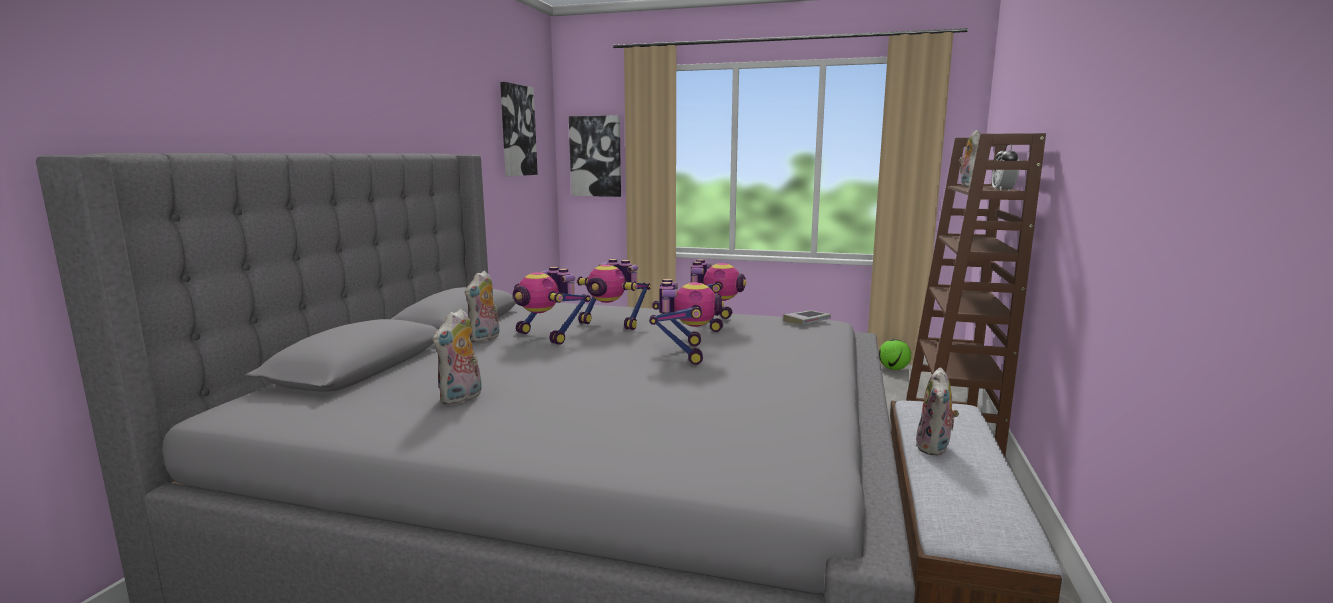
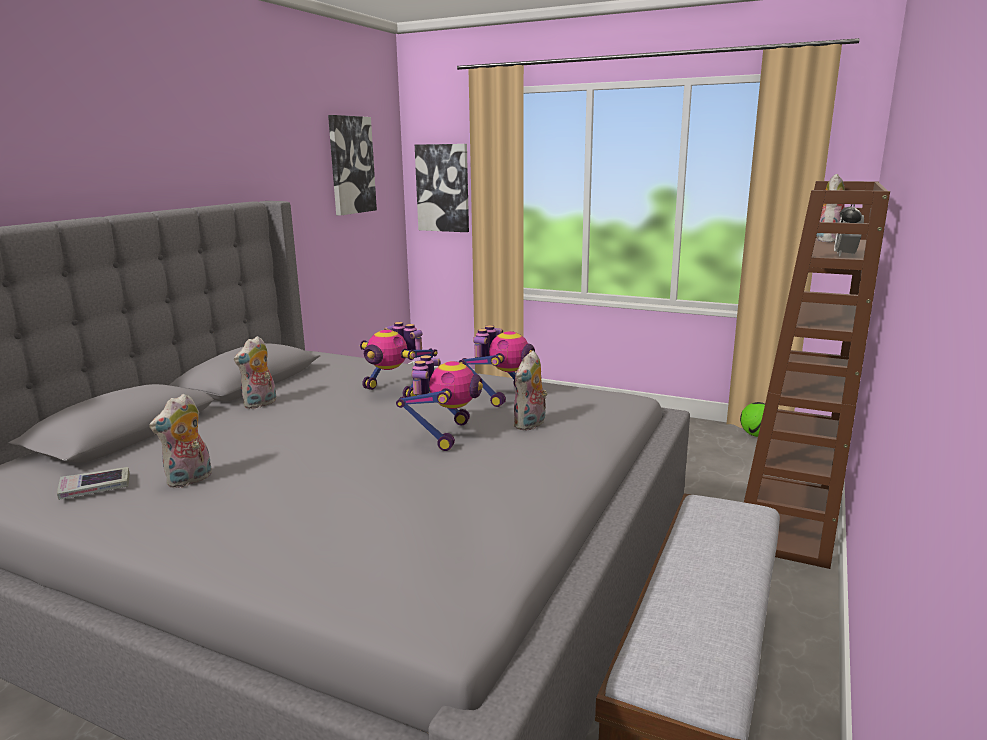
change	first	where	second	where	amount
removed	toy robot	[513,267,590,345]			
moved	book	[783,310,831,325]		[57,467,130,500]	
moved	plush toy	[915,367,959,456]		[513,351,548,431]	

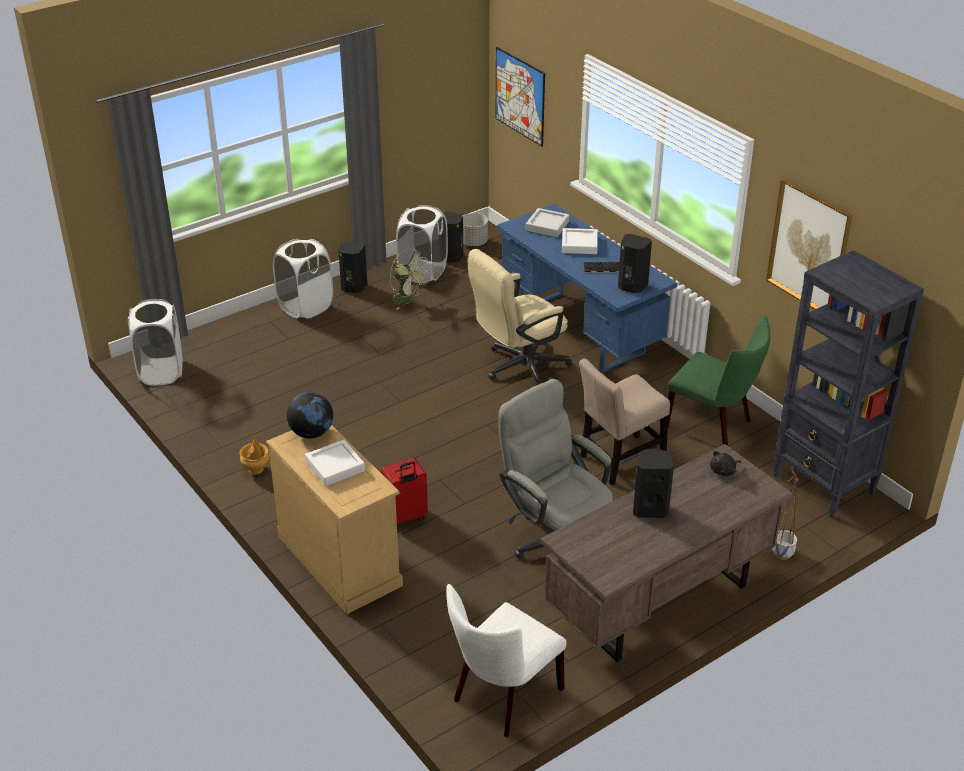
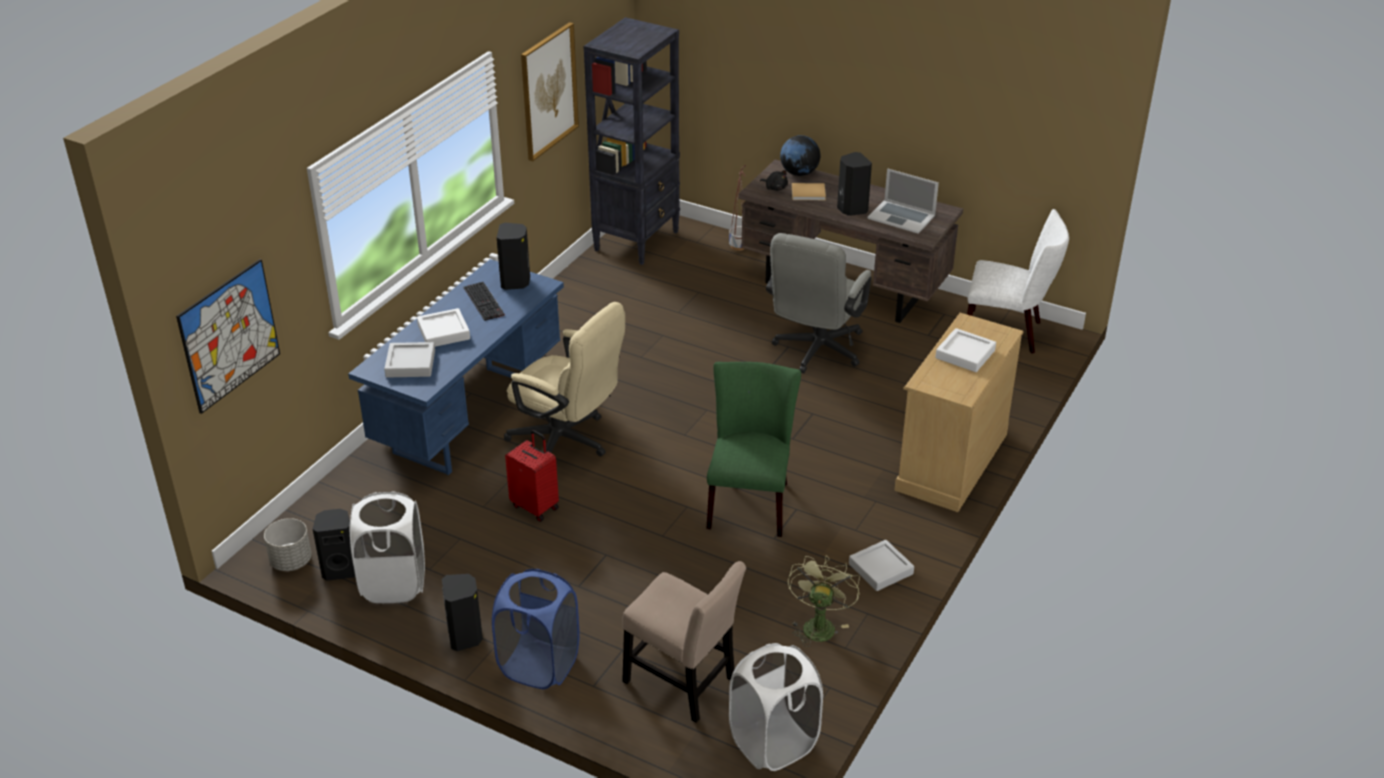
change	first	where	second	where	amount
added			beige book	[792,183,826,200]	
added			laptop	[867,168,939,234]	
moved	globe	[287,392,333,438]		[780,135,820,176]	
moved	red suitcase	[381,458,428,527]		[505,430,559,522]	
moved	green fan	[390,249,429,310]		[788,556,860,647]	
moved	beige chair	[579,358,670,485]		[622,561,746,723]	
moved	green chair	[668,316,770,446]		[706,362,801,537]	
replaced	brown vase	[240,435,269,474]	grey tray	[849,540,914,591]	
recoloured	white laundry basket	[273,239,333,319]	blue laundry basket	[492,569,580,689]	

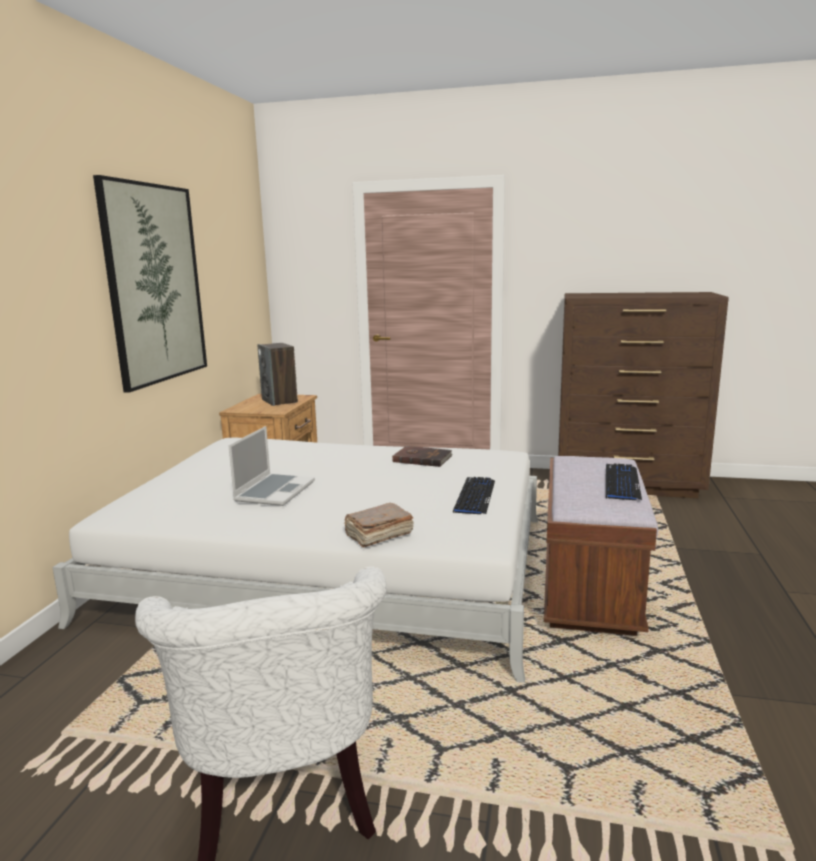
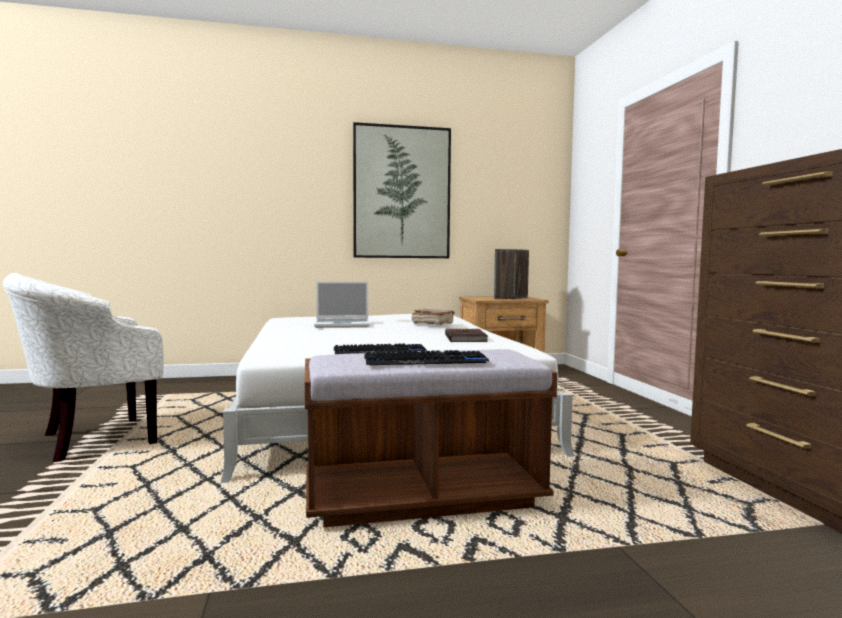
change	first	where	second	where	amount
moved	brown book	[344,503,414,548]		[412,309,455,325]	

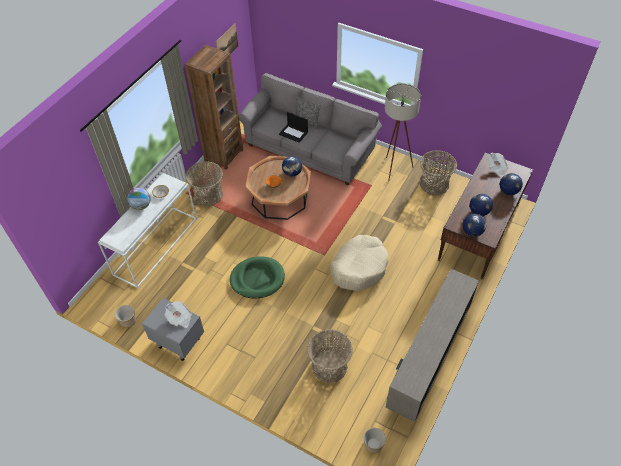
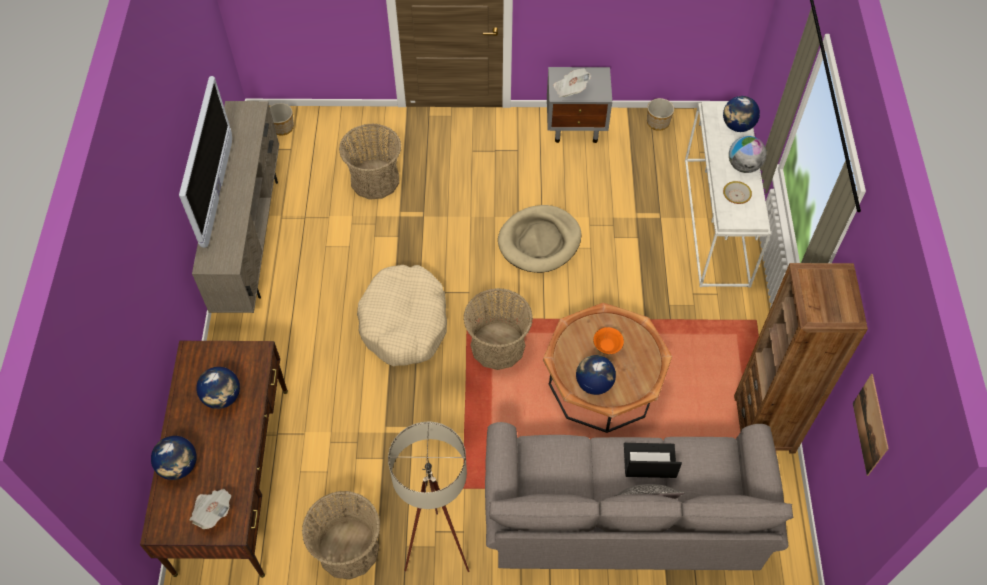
change	first	where	second	where	amount
added			television	[179,76,232,248]	
moved	basket	[186,161,223,207]		[463,288,533,370]	
moved	globe	[462,214,486,237]		[723,96,760,132]	
recoloured	green dog bed	[230,256,285,298]	beige dog bed	[498,205,581,273]	

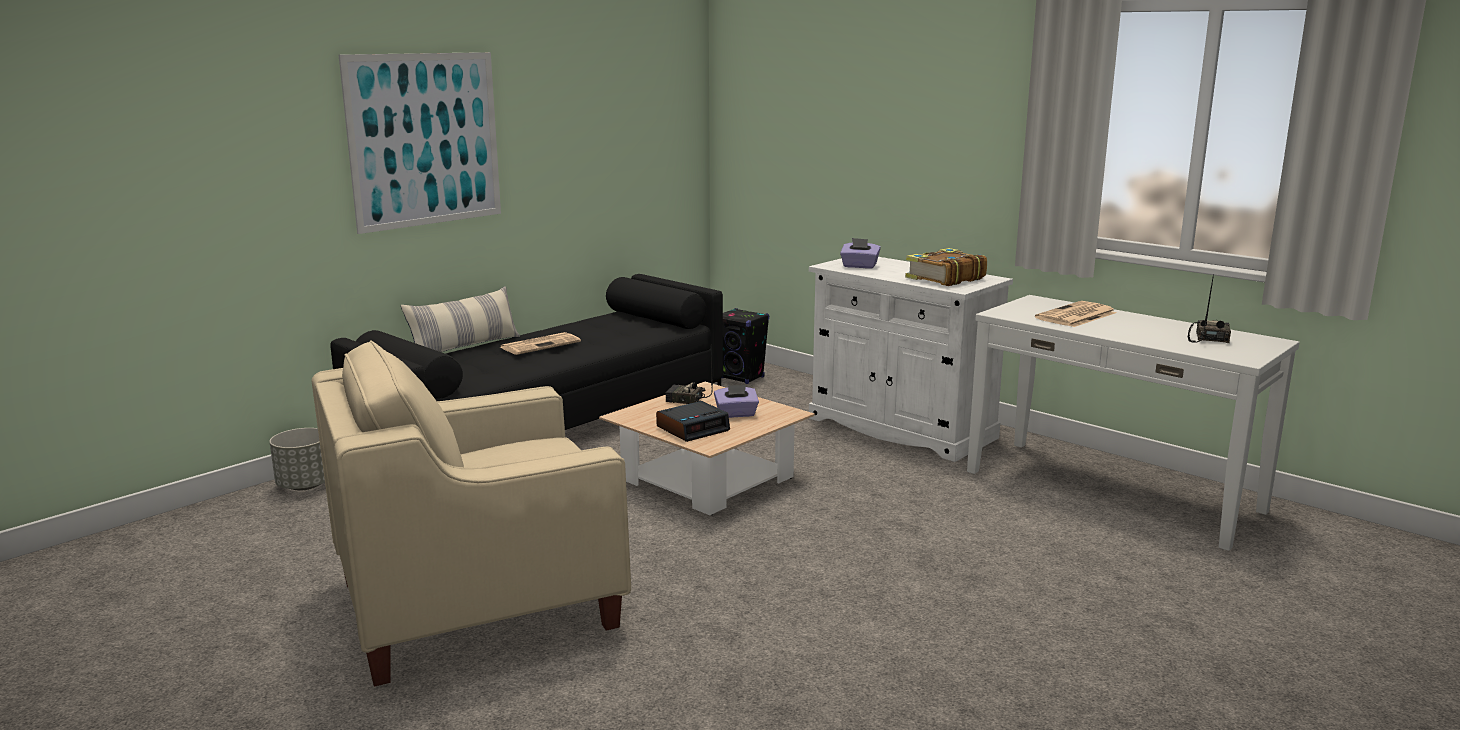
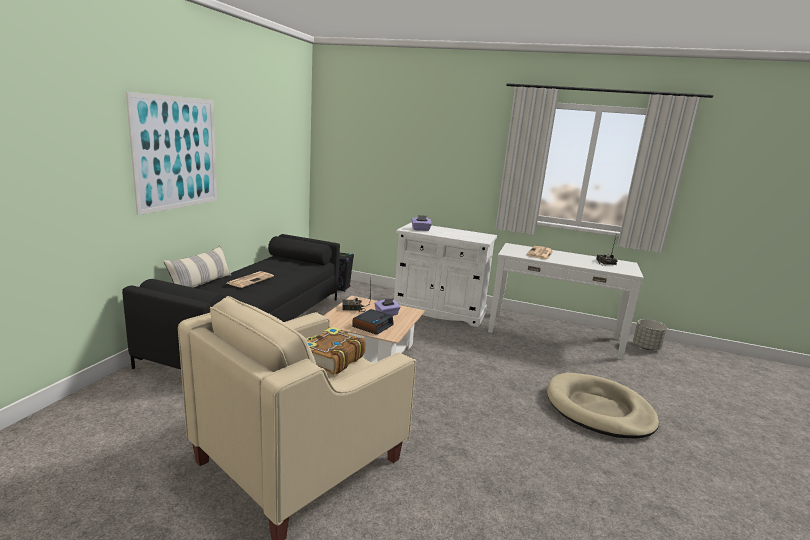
change	first	where	second	where	amount
added			beige dog bed	[547,373,659,439]	
moved	grey planter	[270,428,325,490]		[633,319,667,350]	
moved	book	[905,248,987,286]		[307,327,366,375]	

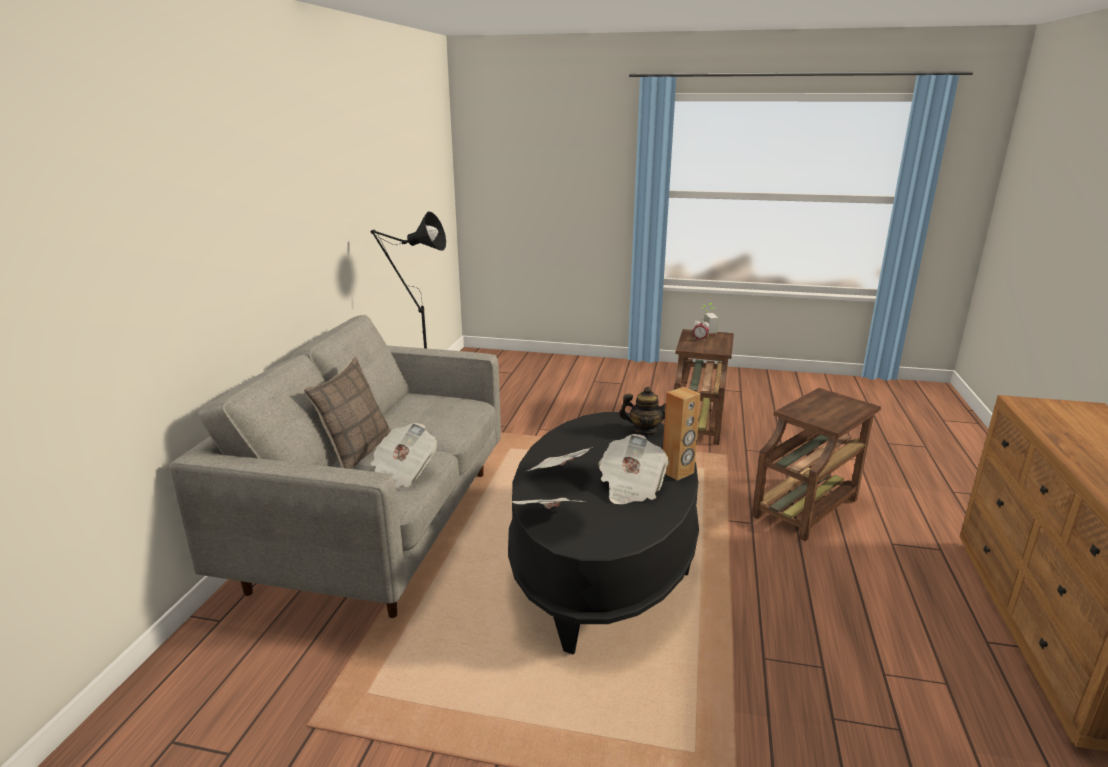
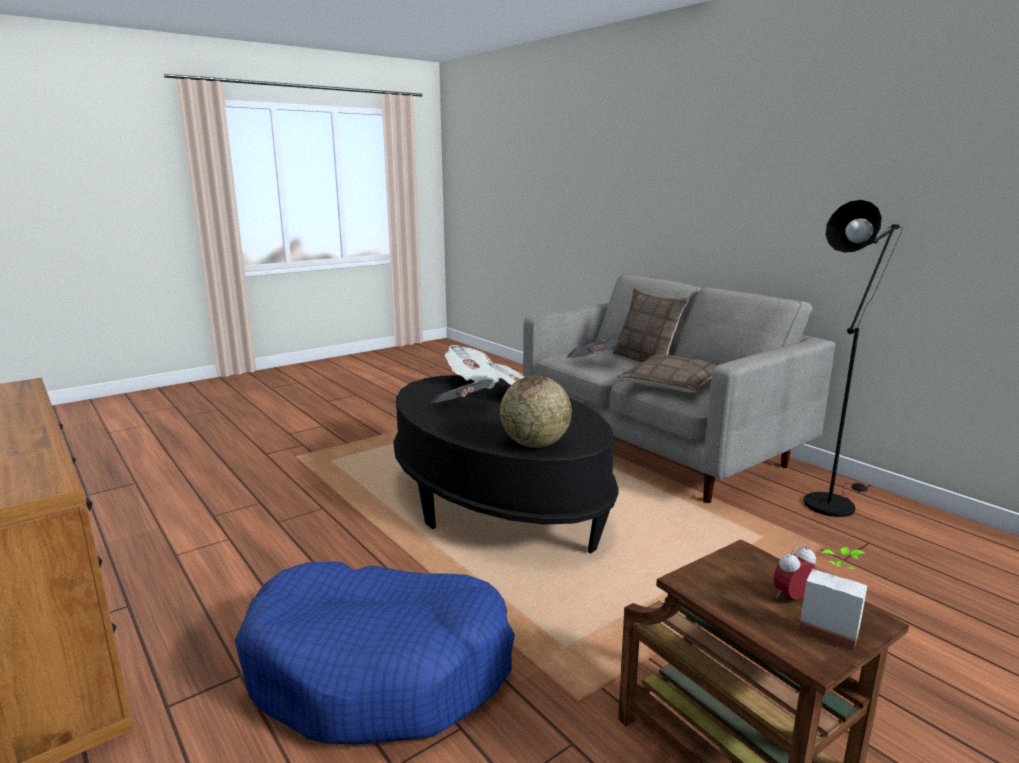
change	first	where	second	where	amount
removed	brown speaker	[663,387,701,481]			
added			pillow	[617,354,717,393]	
replaced	teapot	[619,387,666,435]	globe	[500,376,572,448]	
replaced	brown side table	[752,388,881,541]	blue dog bed	[235,562,515,745]	

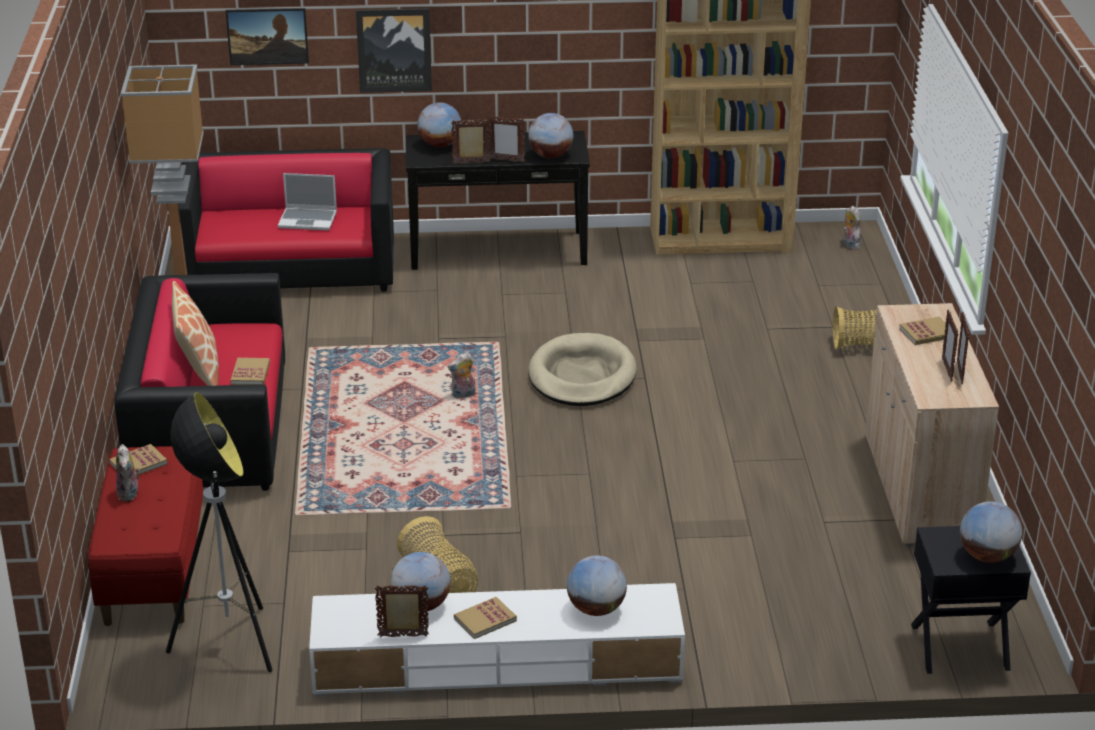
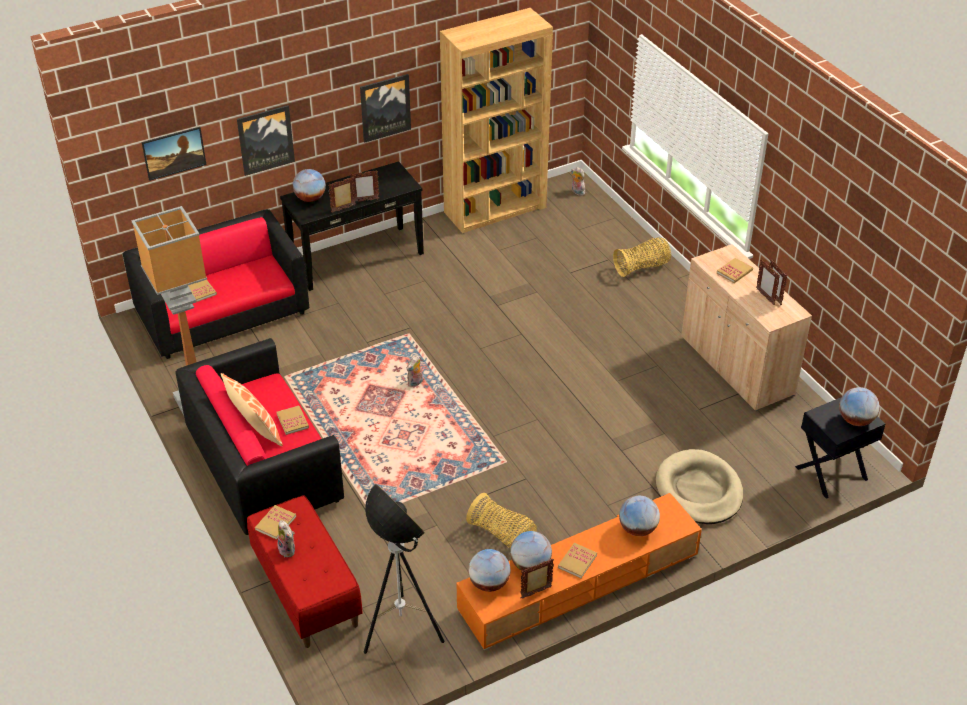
change	first	where	second	where	amount
removed	laptop	[278,173,337,230]			
added			book	[188,280,217,302]	
added			picture	[360,74,411,143]	
moved	globe	[528,113,573,158]		[468,549,510,592]	
moved	beige dog bed	[528,333,637,406]		[656,449,743,524]	
recoloured	white tv stand	[309,583,685,696]	orange tv stand	[457,493,702,650]	

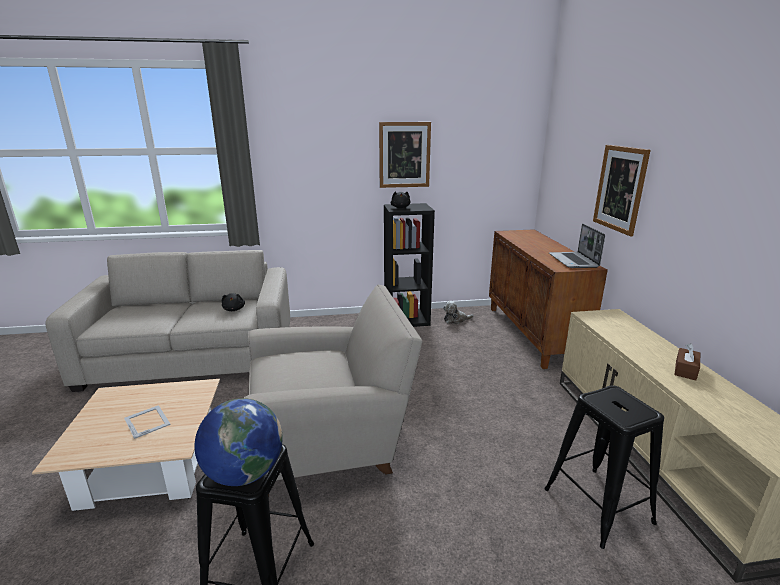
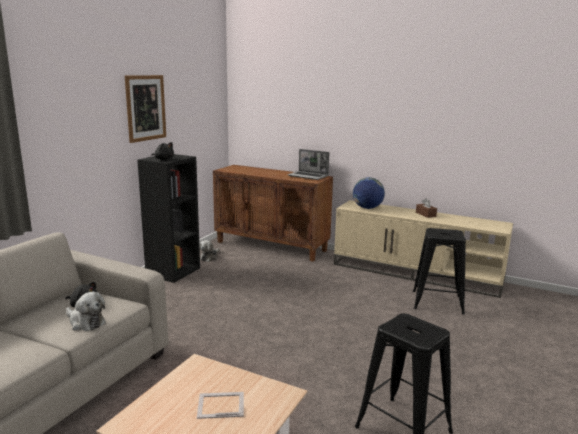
change	first	where	second	where	amount
removed	beige armchair	[244,285,422,496]			
removed	picture	[593,145,651,236]			
added			plush toy	[66,292,106,331]	
moved	globe	[194,398,283,486]		[353,177,385,209]	

